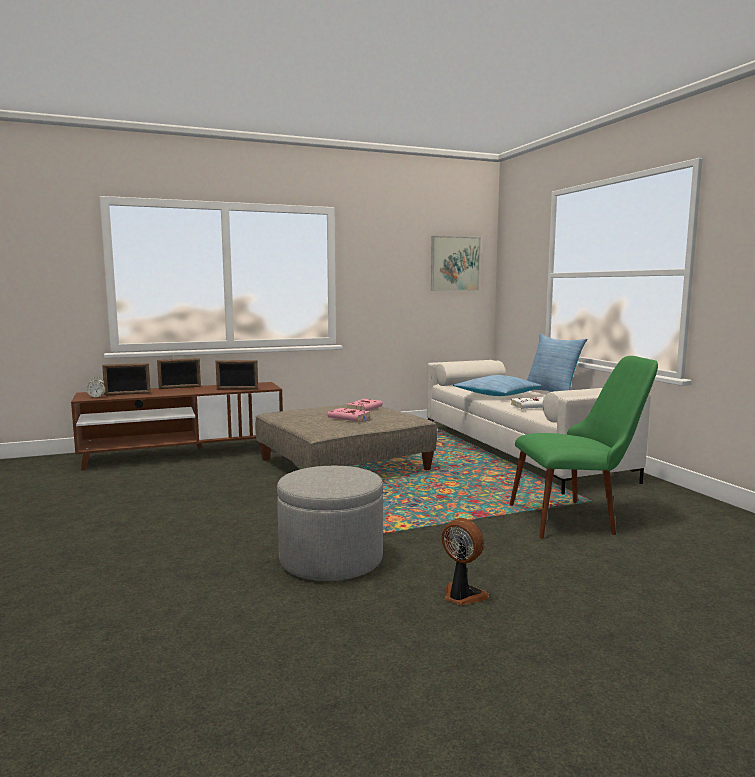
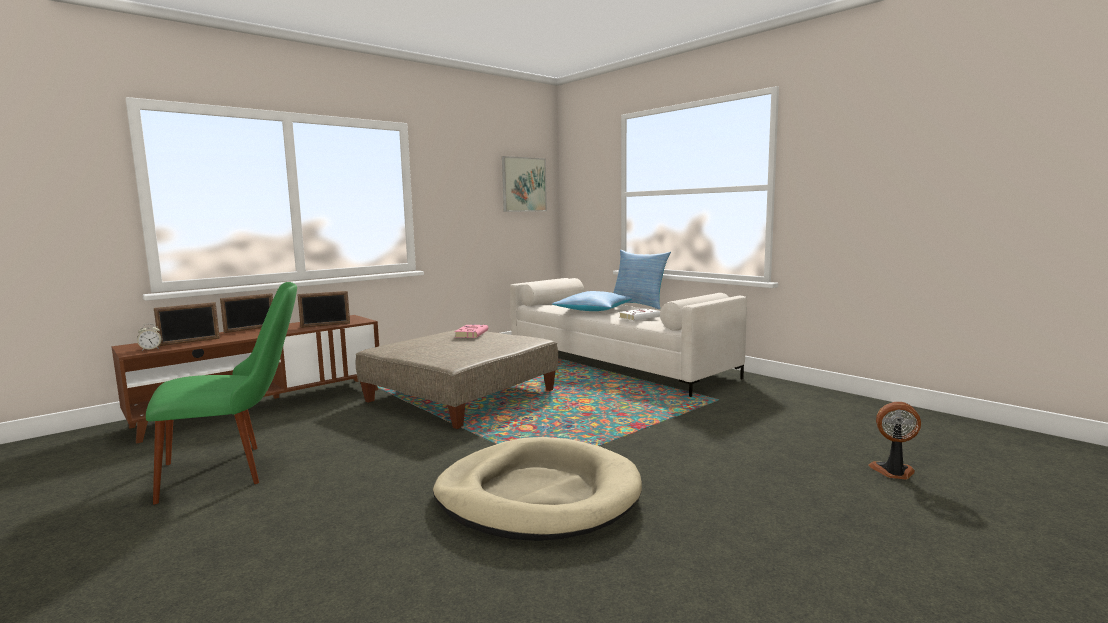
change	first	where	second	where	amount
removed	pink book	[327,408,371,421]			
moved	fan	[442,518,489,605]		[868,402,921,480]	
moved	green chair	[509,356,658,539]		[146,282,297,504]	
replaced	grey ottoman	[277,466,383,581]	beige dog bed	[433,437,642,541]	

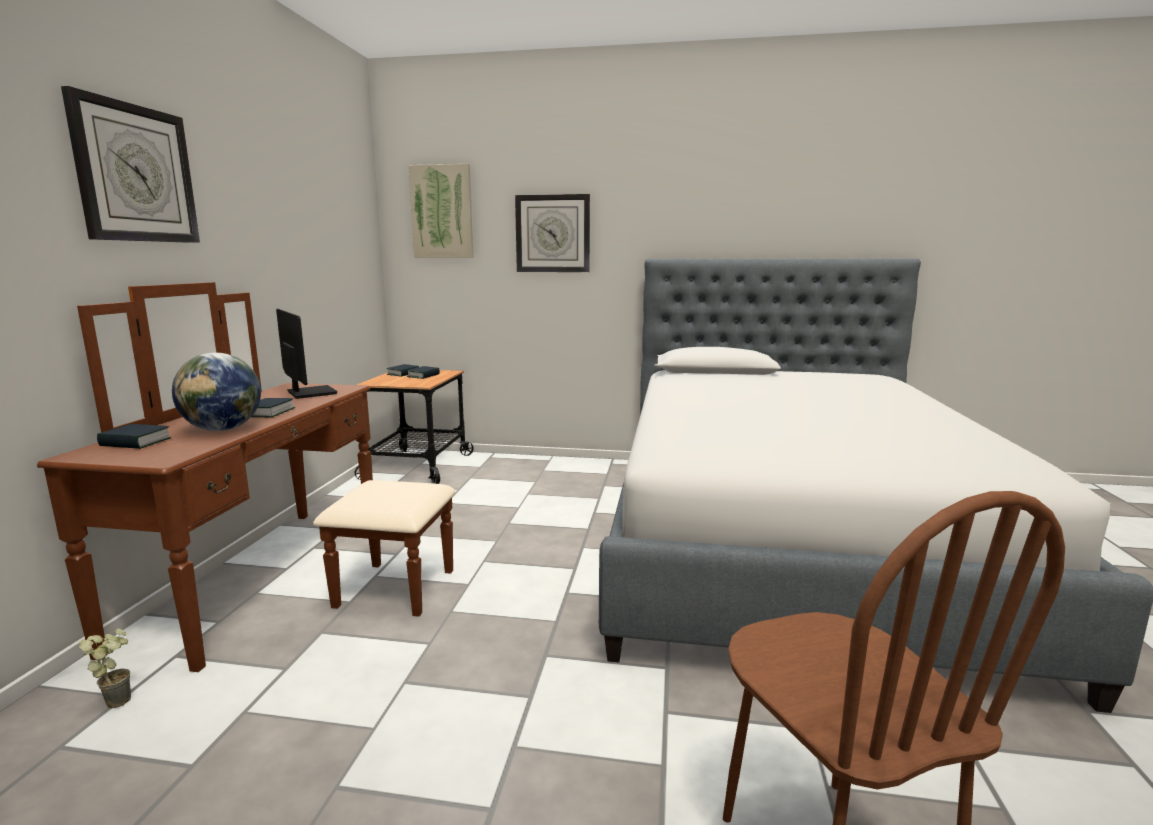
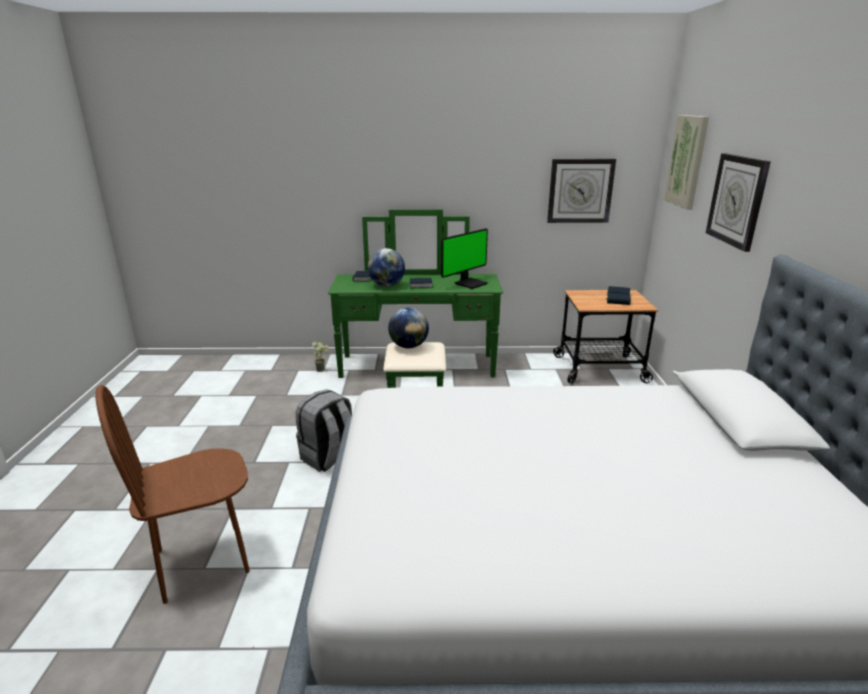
change	first	where	second	where	amount
added			grey backpack	[296,389,352,472]	
added			globe	[388,308,429,348]	
moved	wall clock	[61,86,200,243]		[547,159,616,223]	
recoloured	brown dresser	[37,282,455,672]	green dresser	[328,209,503,388]	

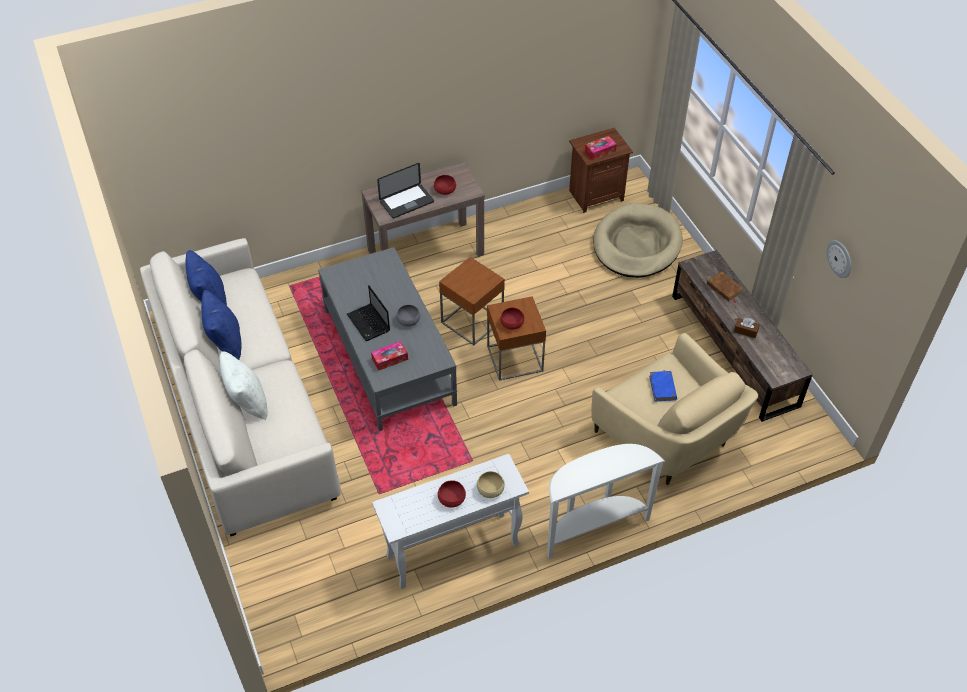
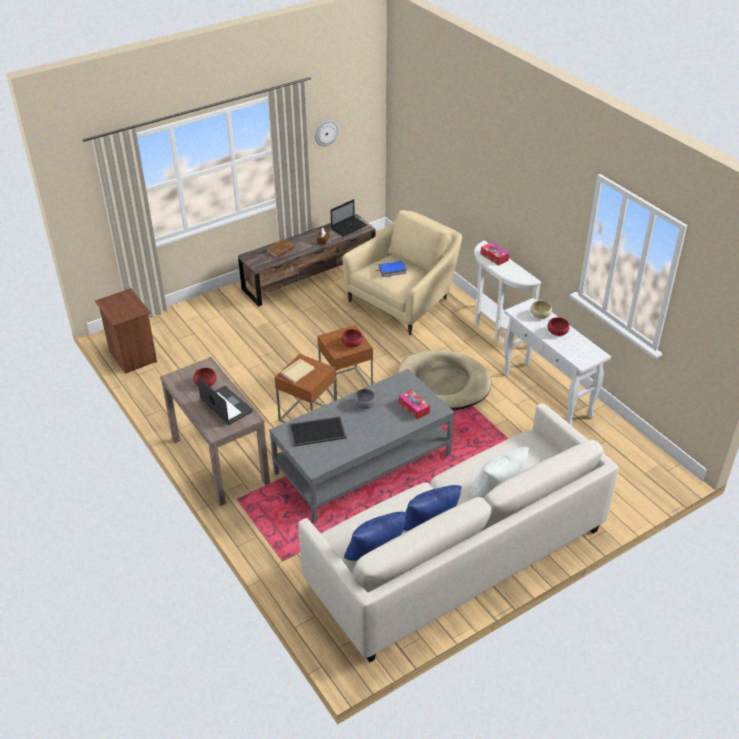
change	first	where	second	where	amount
added			beige book	[281,359,315,383]	
added			tray	[289,416,346,447]	
moved	laptop	[347,285,390,341]		[331,199,367,237]	
moved	tissue box	[585,136,617,160]		[480,242,509,266]	
moved	beige dog bed	[593,203,683,278]		[397,350,491,410]	

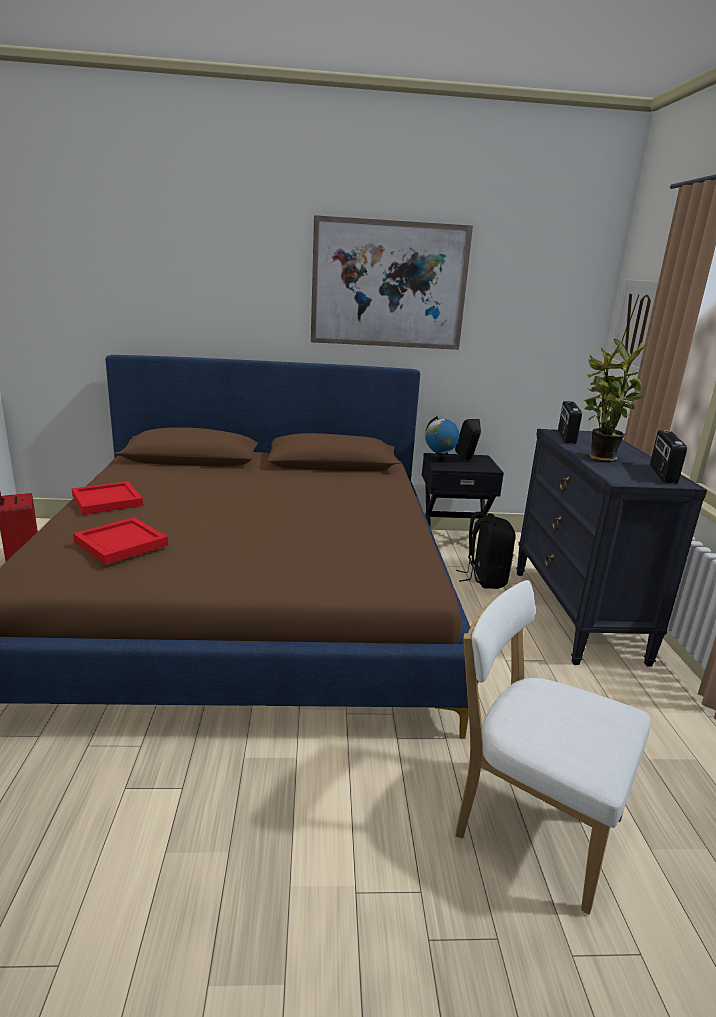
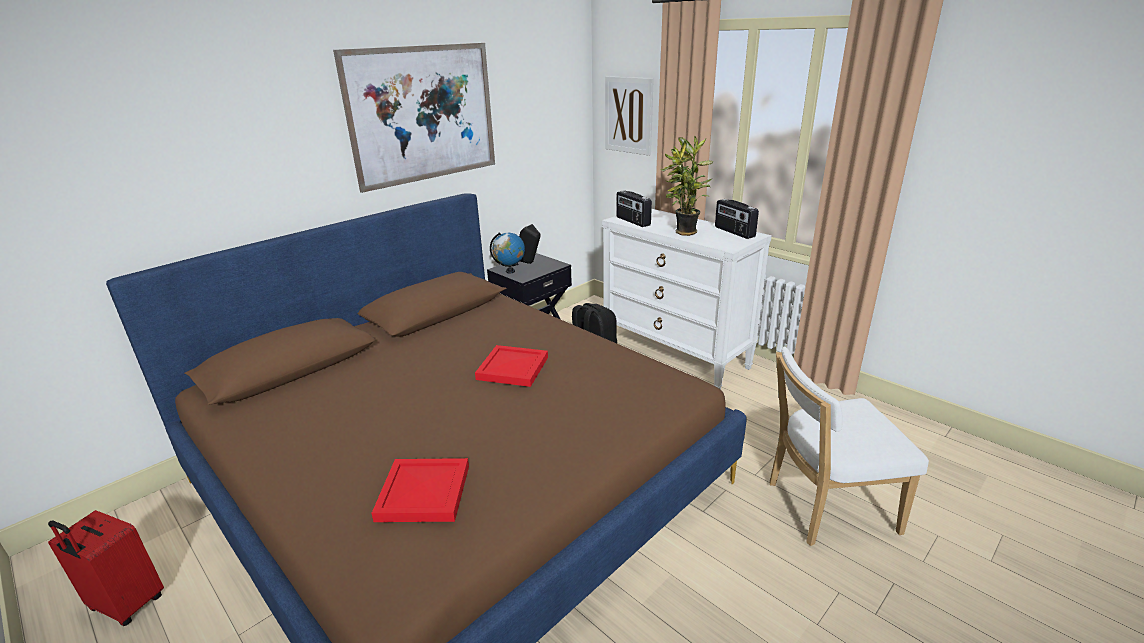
change	first	where	second	where	amount
moved	red tray	[72,481,143,515]		[475,345,548,387]	
recoloured	black dresser	[516,429,707,667]	white dresser	[602,209,772,390]	

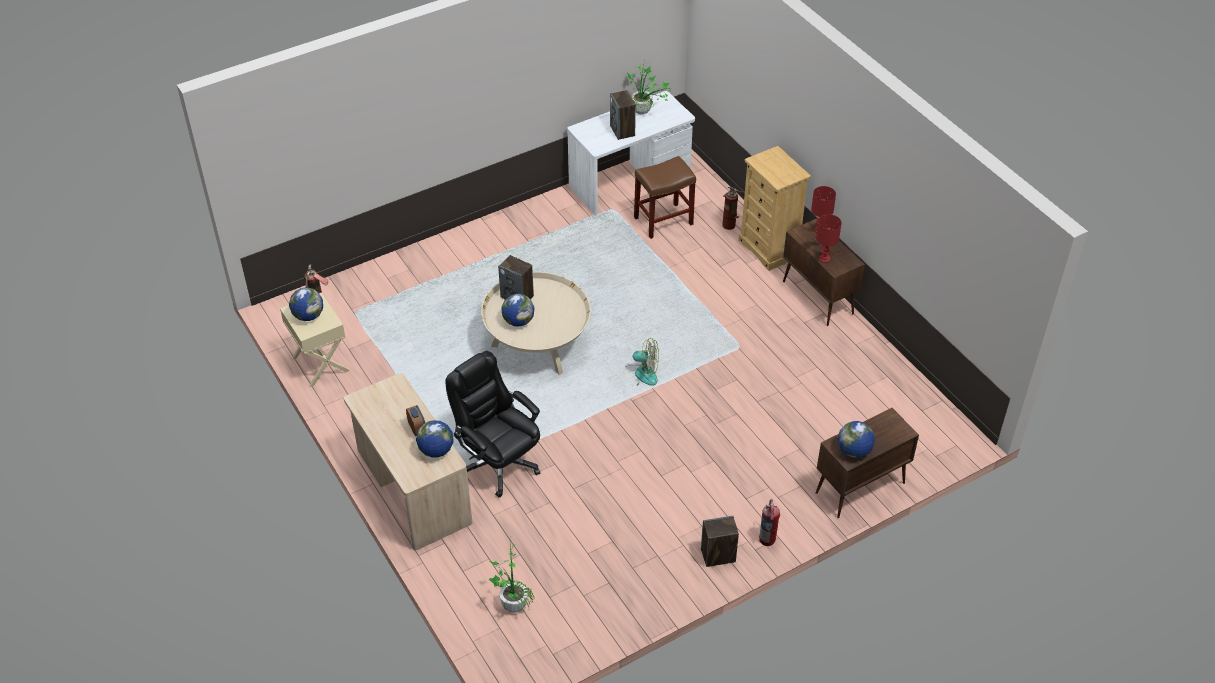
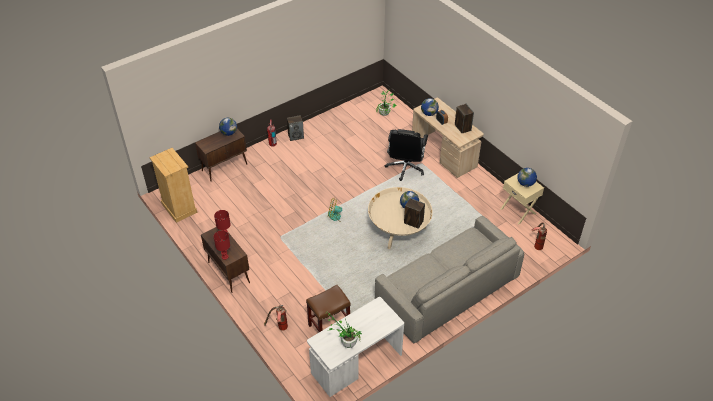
change	first	where	second	where	amount
added			grey sofa	[375,216,524,343]	
moved	speaker	[610,90,636,140]		[455,104,474,133]	
moved	beige dresser	[739,146,811,271]		[150,148,197,223]	
turned	black office chair	[445,351,540,497]		[385,129,428,181]	60 degrees clockwise

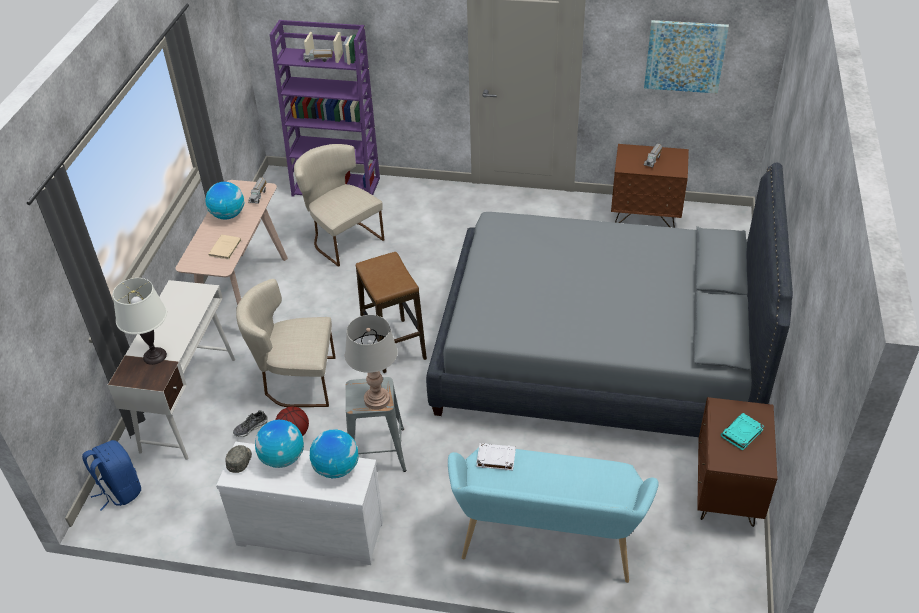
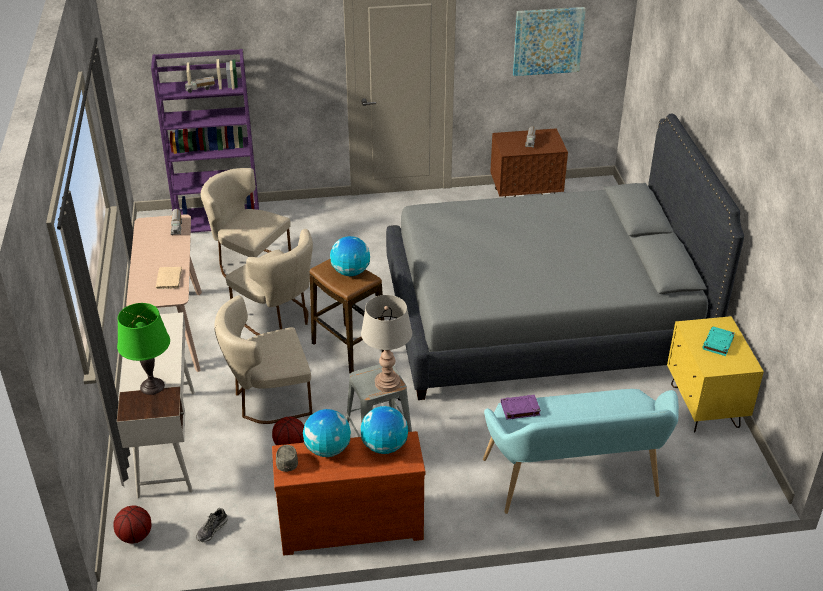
change	first	where	second	where	amount
added			beige chair	[225,229,313,335]	
moved	globe	[206,182,245,220]		[330,236,370,276]	
moved	shoe	[233,410,268,437]		[196,508,228,542]	
replaced	blue backpack	[82,440,141,511]	basketball	[114,505,152,543]	
recoloured	white table lamp	[113,278,167,365]	green table lamp	[117,303,170,395]	
recoloured	white dresser	[216,442,383,565]	brown dresser	[272,431,425,555]	
recoloured	white book	[476,443,516,470]	purple book	[501,395,541,419]	
recoloured	brown nightstand	[697,397,778,527]	yellow nightstand	[667,316,764,432]	

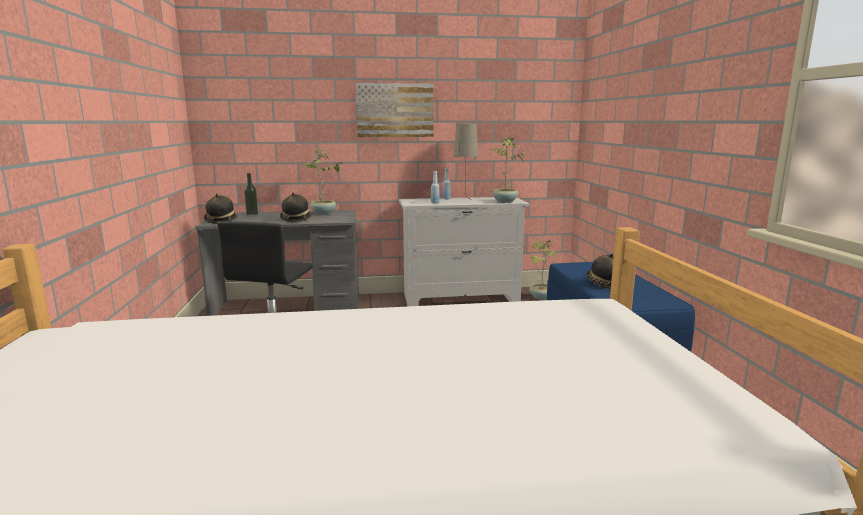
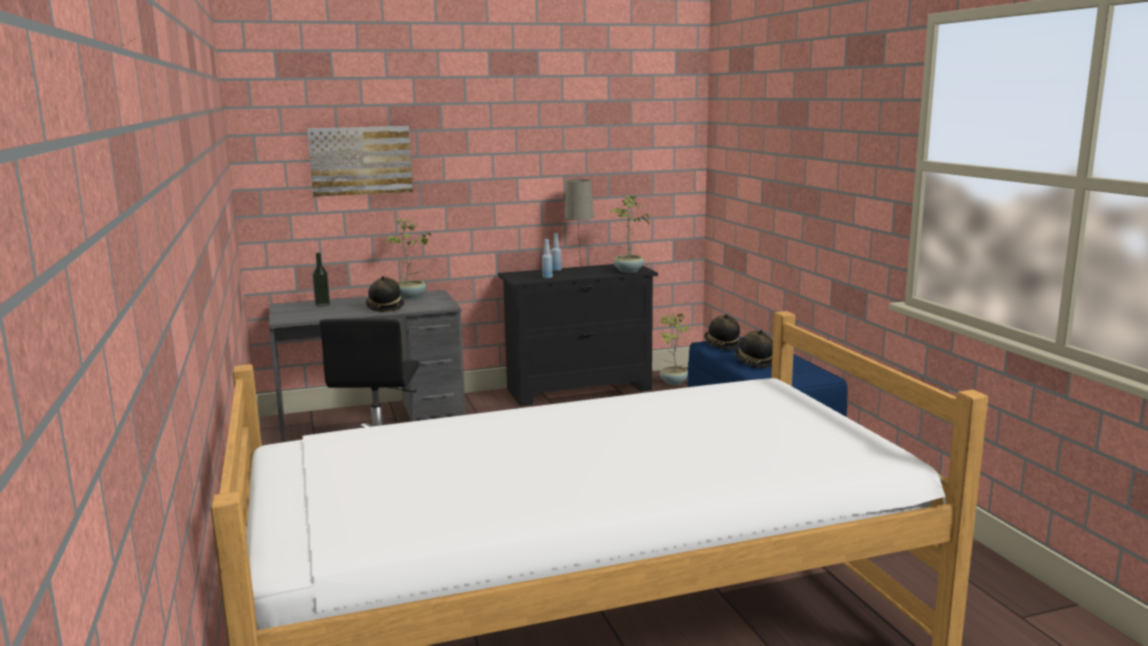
change	first	where	second	where	amount
moved	hat	[204,194,238,224]		[704,314,742,350]	
moved	picture	[356,83,434,137]		[307,126,413,197]	
recoloured	white dresser	[399,197,529,306]	black dresser	[498,264,658,406]	

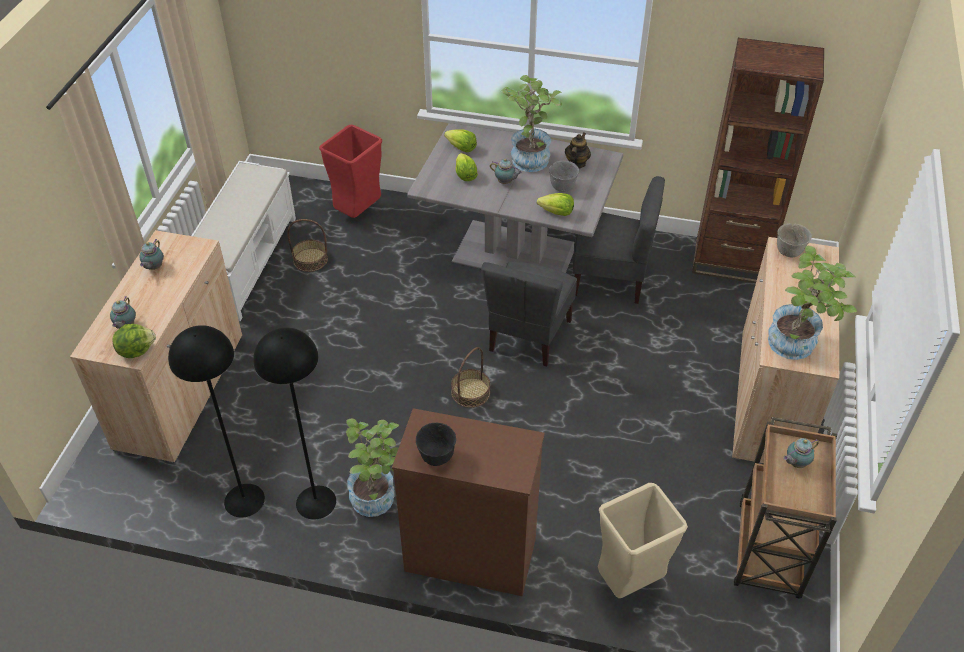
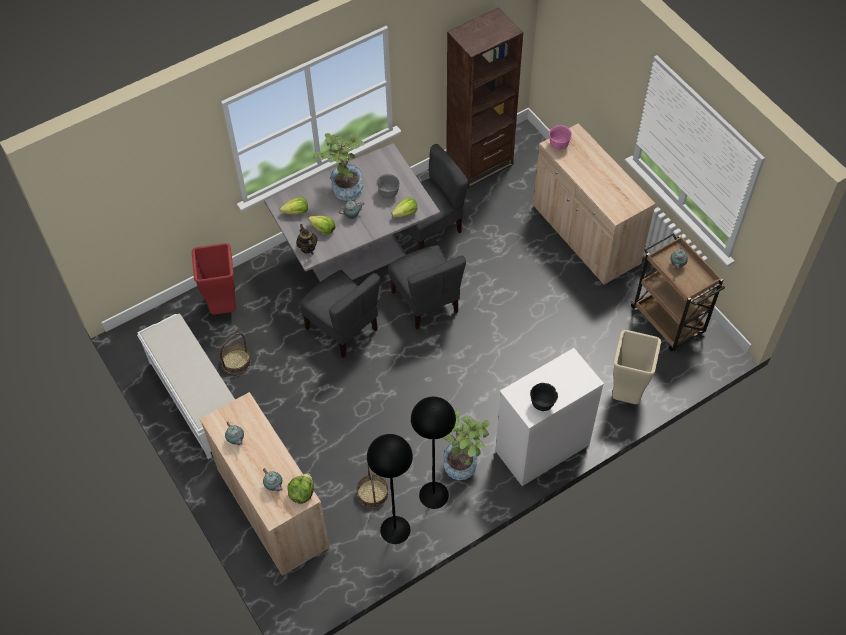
change	first	where	second	where	amount
removed	potted plant	[768,246,857,360]			
added			grey chair	[300,270,380,358]	
moved	basket	[451,347,490,408]		[357,466,388,508]	
moved	teapot	[565,132,591,169]		[296,224,318,254]	
recoloured	brown dresser	[392,408,545,596]	white dresser	[495,348,604,486]	
recoloured	grey bowl	[777,223,812,257]	pink bowl	[549,125,572,150]	

